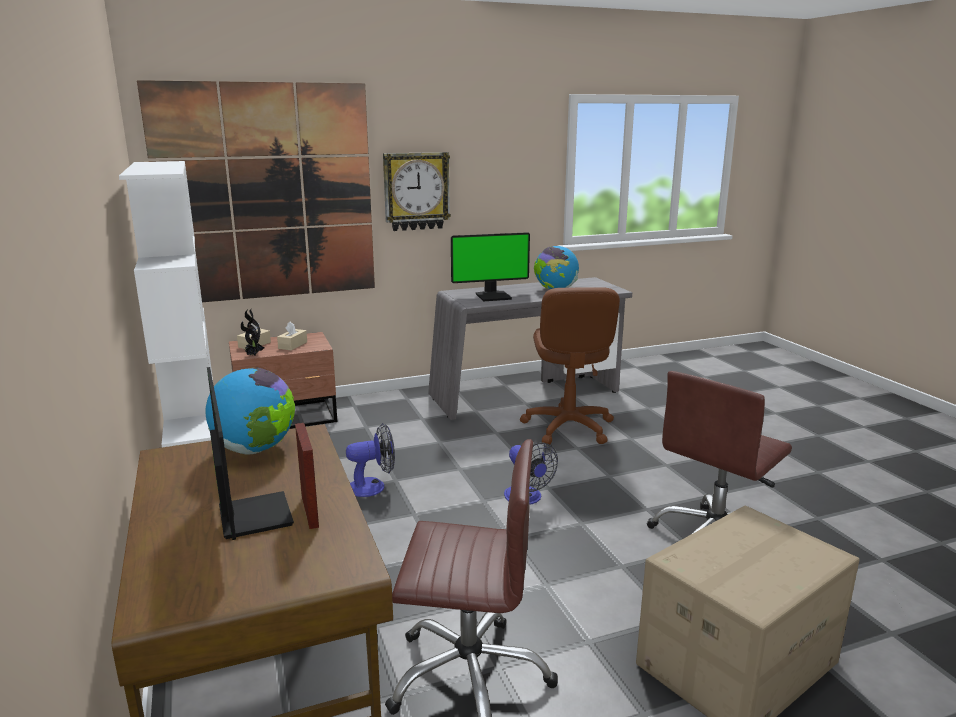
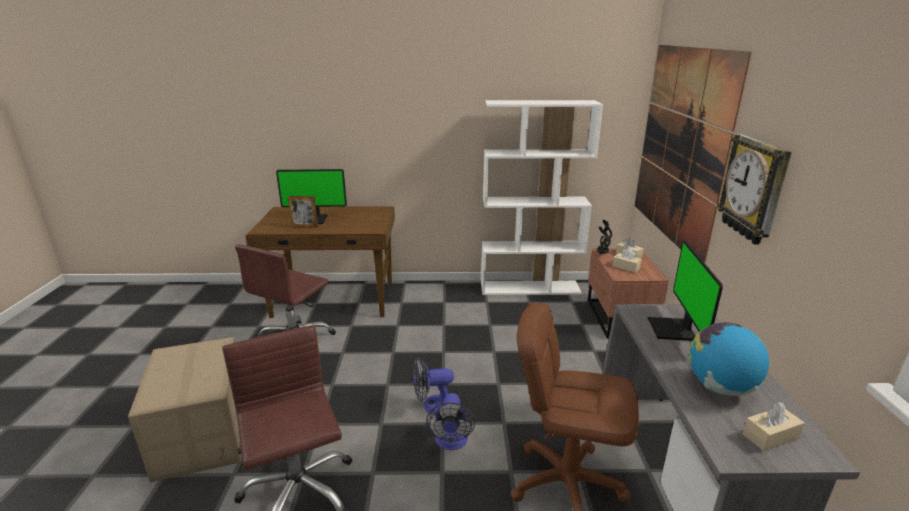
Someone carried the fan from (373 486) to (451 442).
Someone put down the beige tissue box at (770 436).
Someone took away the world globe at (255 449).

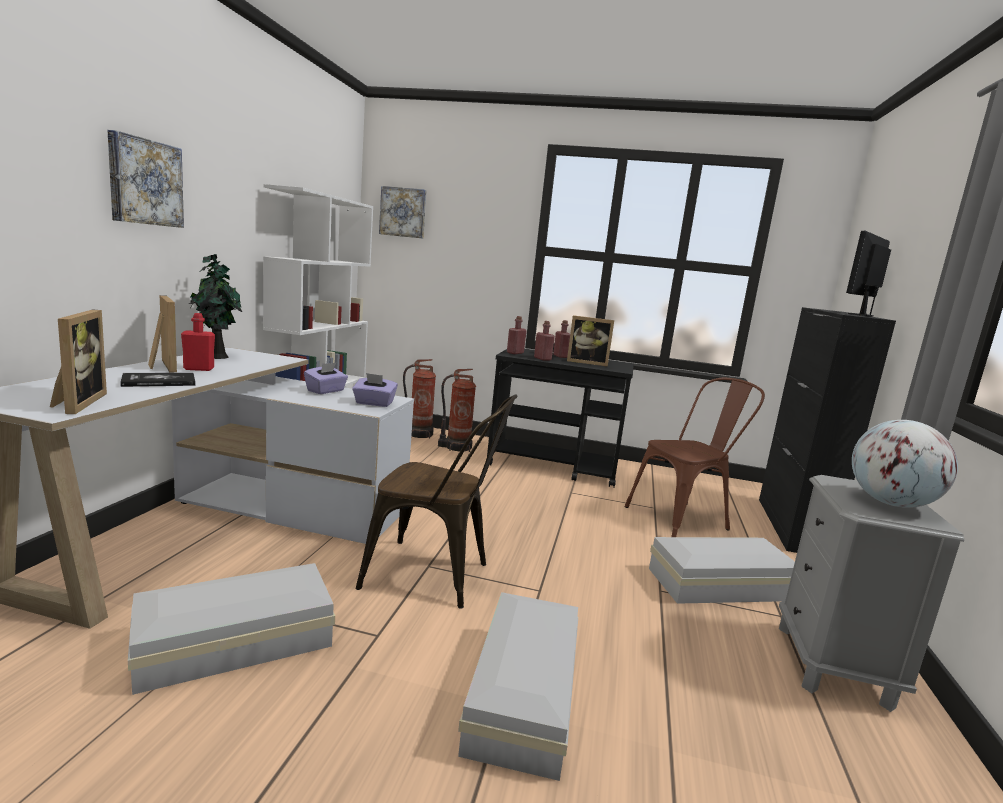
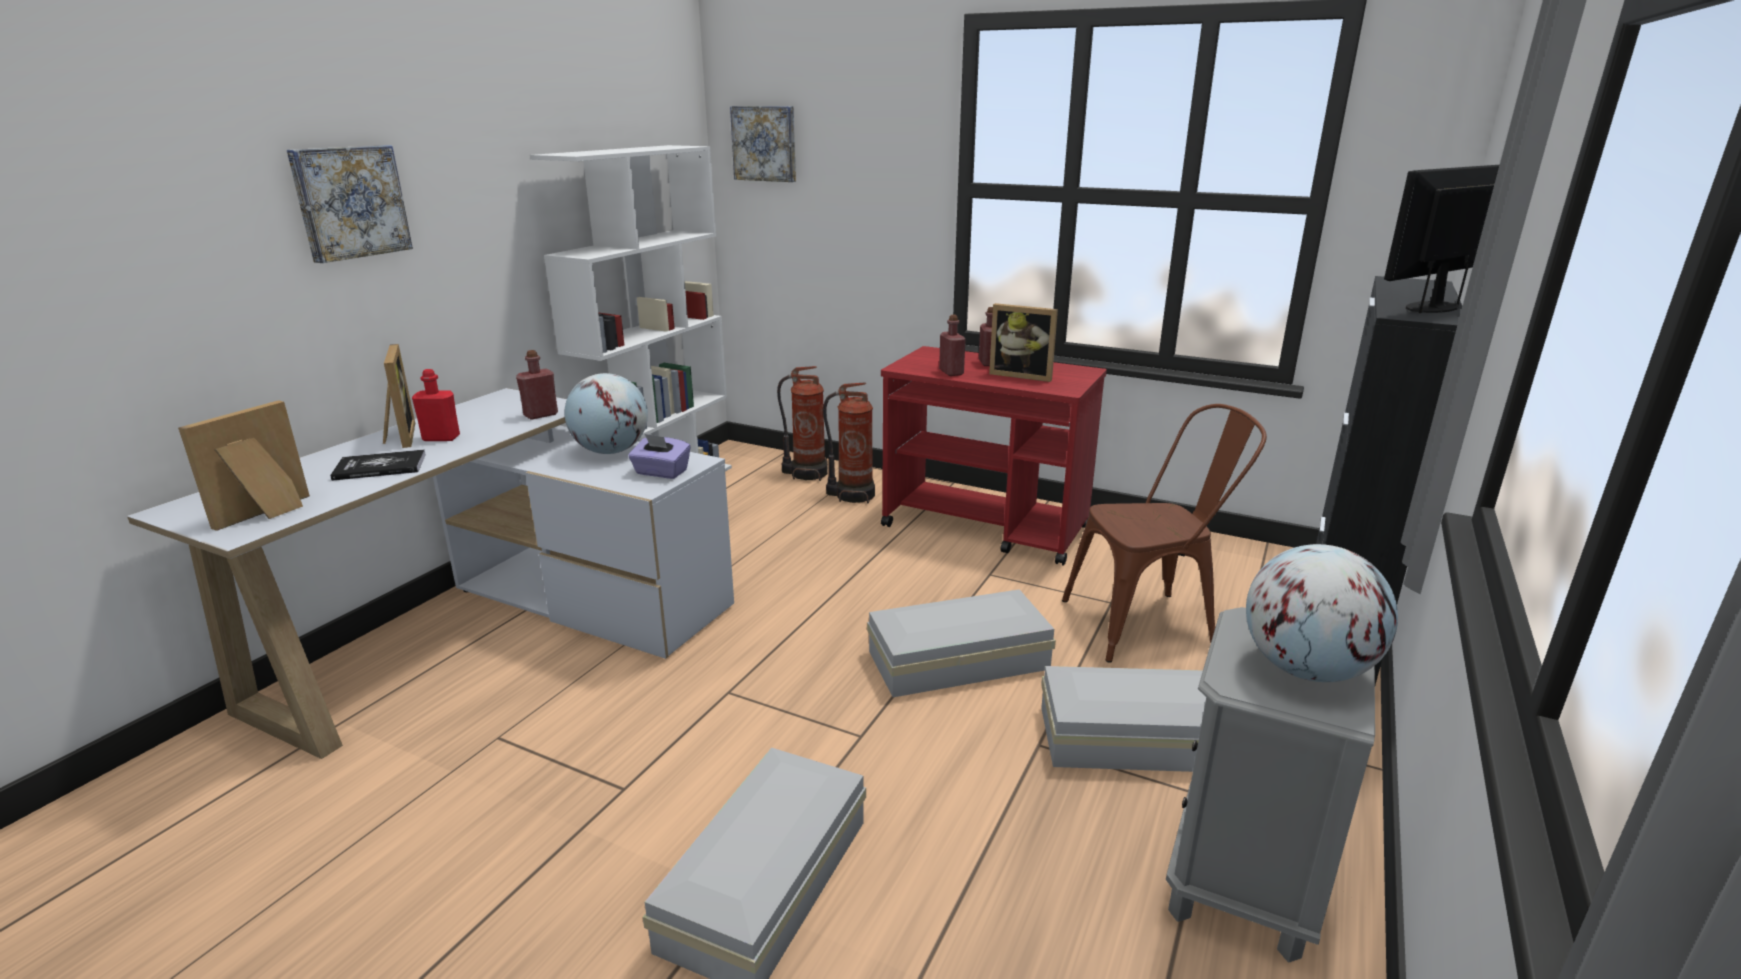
Someone rotated the picture frame at (76 403) by 150 degrees counterclockwise.
Someone carried the red-coloured drink bottle from (515 353) to (541 415).
Someone swapped the purple tissue box at (326 391) for the world globe at (611 451).
Someone carried the white-coloured storage bin from (231 641) to (955 659).
Someone repainted the black-coloured trolley at (554 466), which became the red-coloured trolley at (987 527).
Someone took away the plant in a pot at (215 356).
Someone took away the brown-coloured plain chair at (436 576).

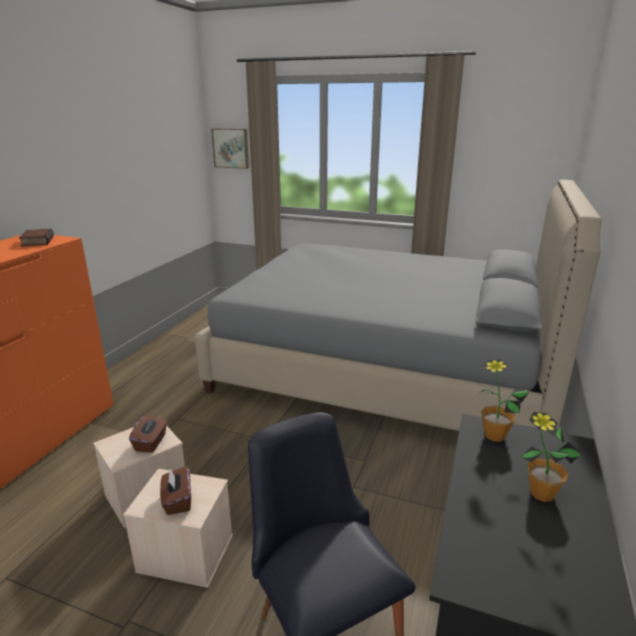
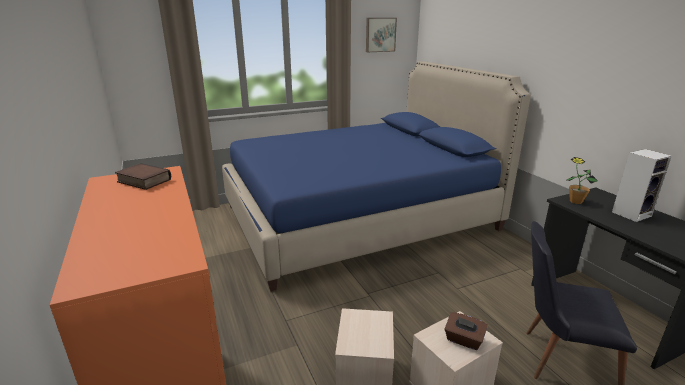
Someone repainted the gray bed at (385 367), which became the blue-coloured bed at (358 217).
Someone carried the wall picture from (231 148) to (380 34).
Someone swapped the plant in a pot at (541 493) for the speaker at (631 213).
Someone took away the brown-coloured tissue box at (151 443).

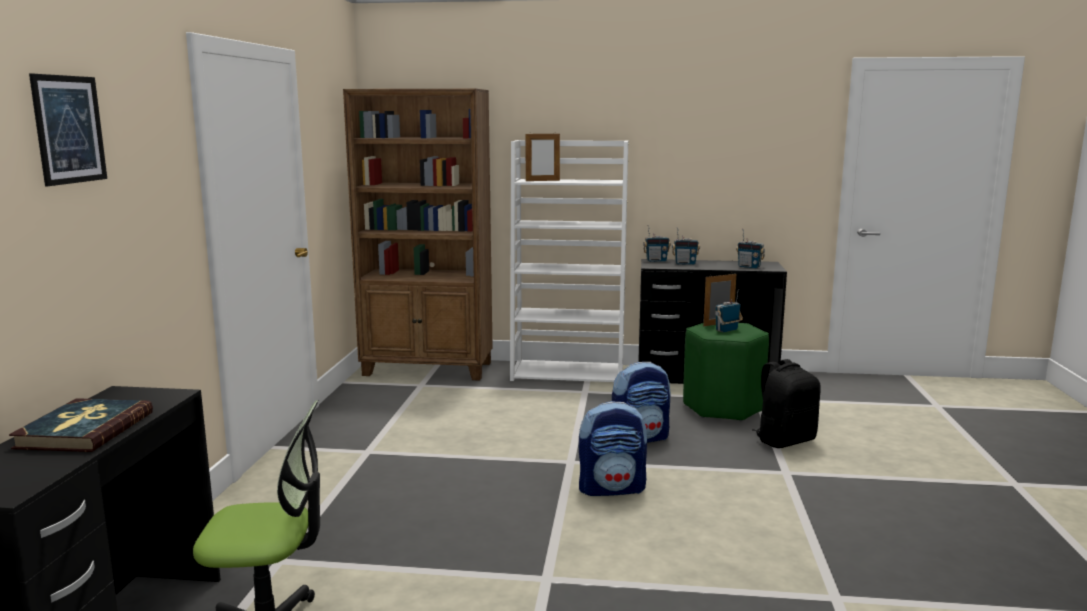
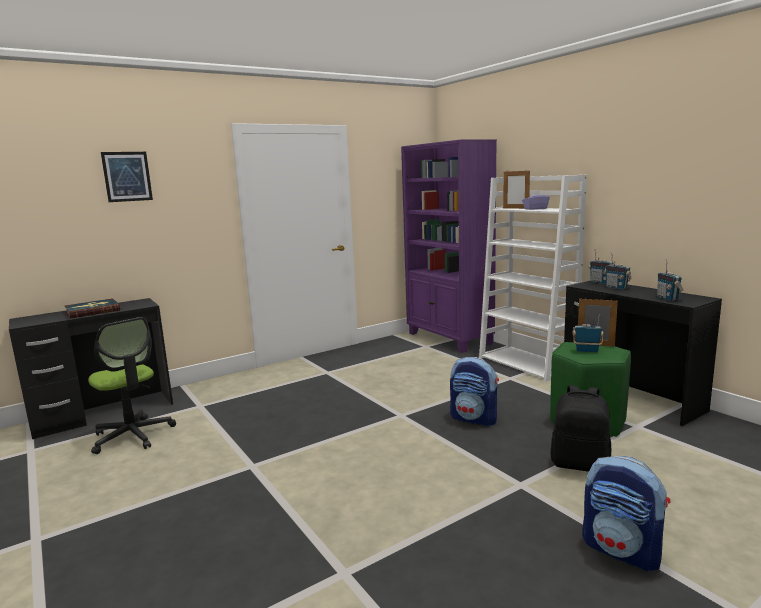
Someone repainted the brown-coloured bookcase at (428 369), which became the purple bookcase at (449 339).
Someone put down the purple tissue box at (535 209).
Someone carried the backpack from (612 488) to (622 550).

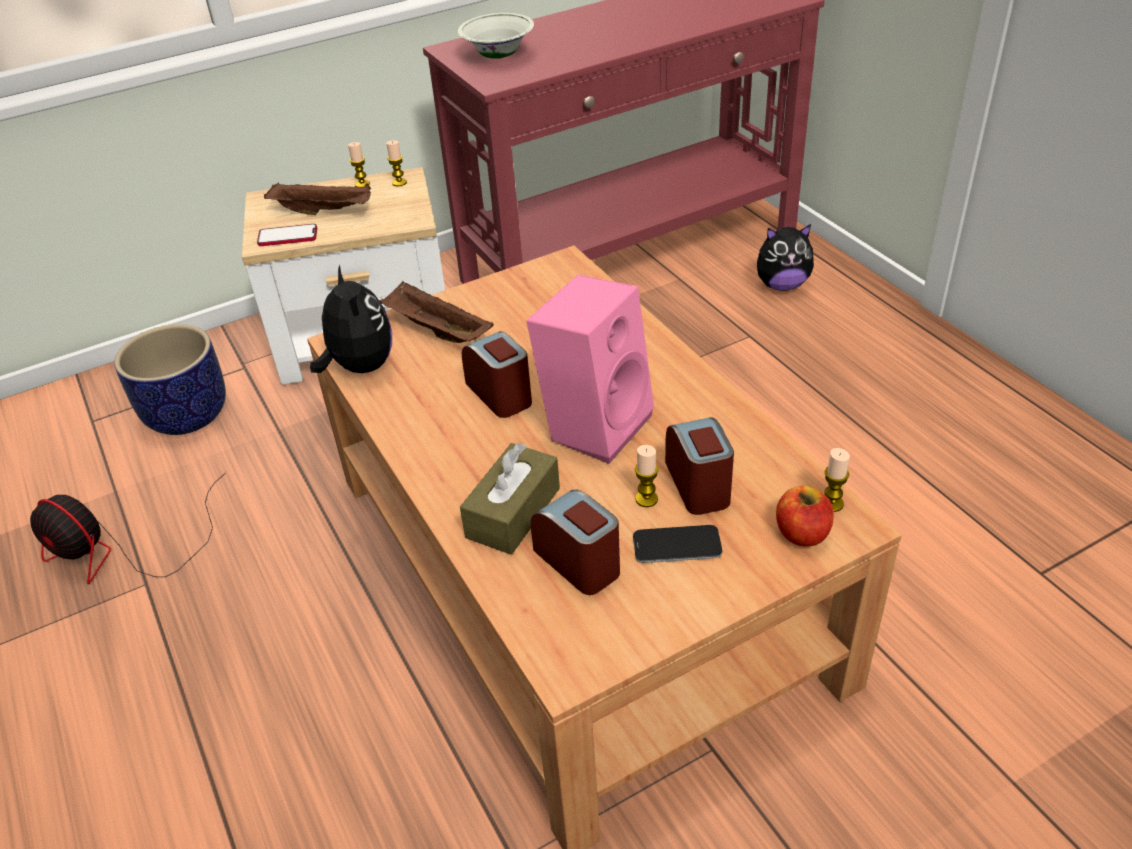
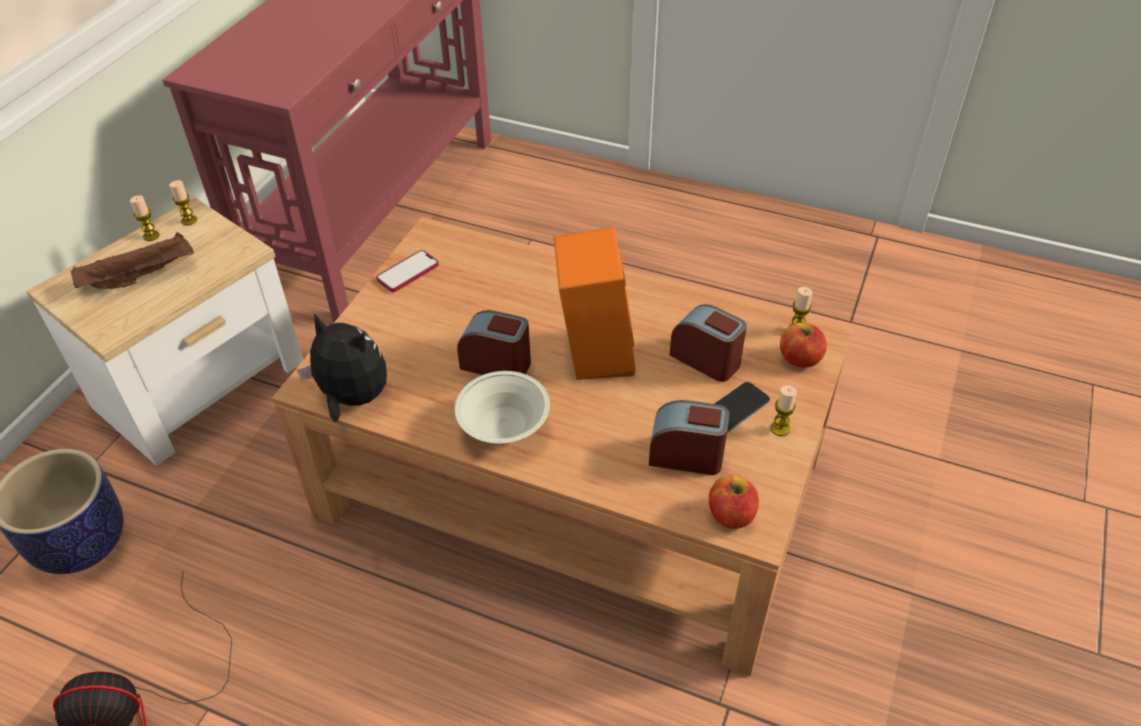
Someone carried the handset from (288 237) to (408 272).
Someone carried the white-coloured deep dish from (499 56) to (504 429).
Someone repainted the pink speaker at (595 423), which became the orange-coloured speaker at (592 351).
Someone put down the apple at (731 515).
Someone carried the candle from (646 499) to (780 428).
Someone took away the brown-coloured tray at (436 331).
Someone took away the brown-coloured tissue box at (513 512).
Someone took away the cuddly toy at (782 285).

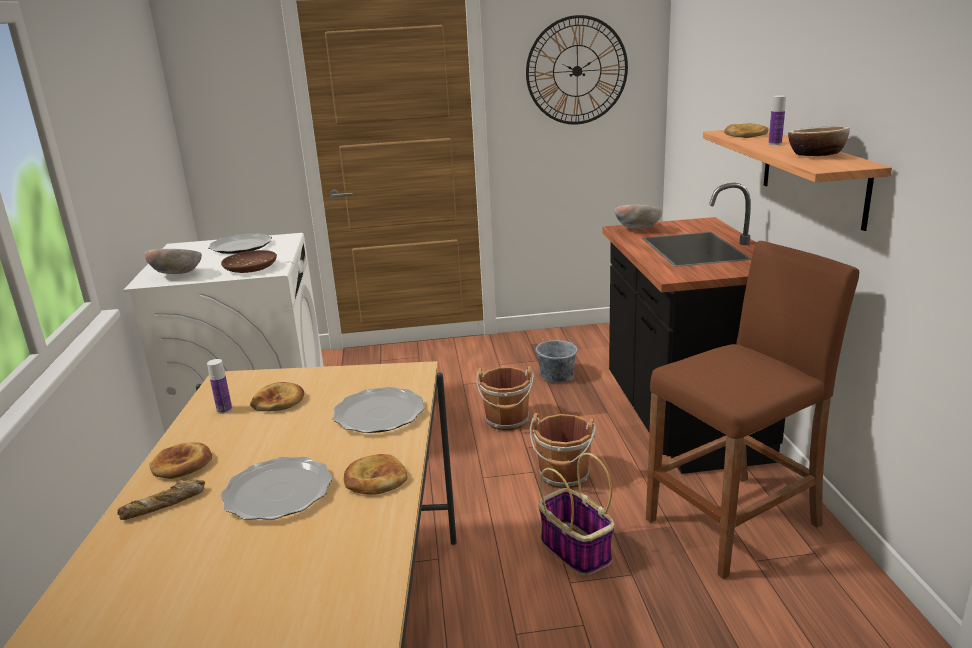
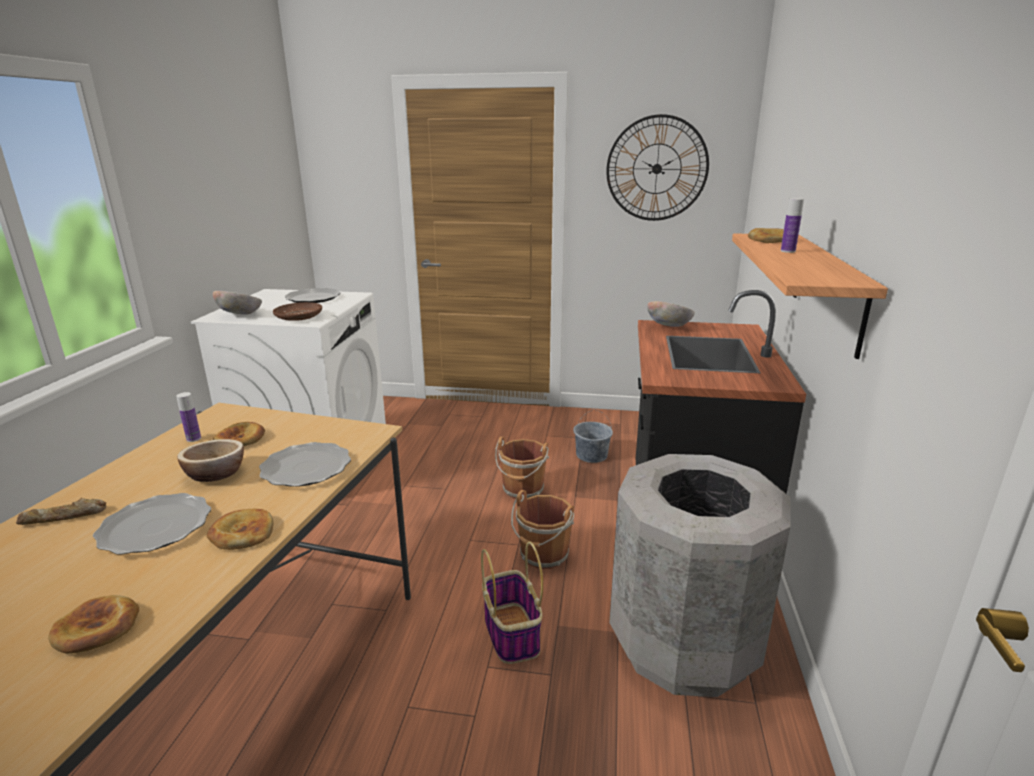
Someone carried the bread from (182 464) to (97 628).
Someone carried the deep dish from (816 155) to (215 474).
Someone swapped the brown-coloured stool at (734 523) for the gray rubbish bin at (684 645).

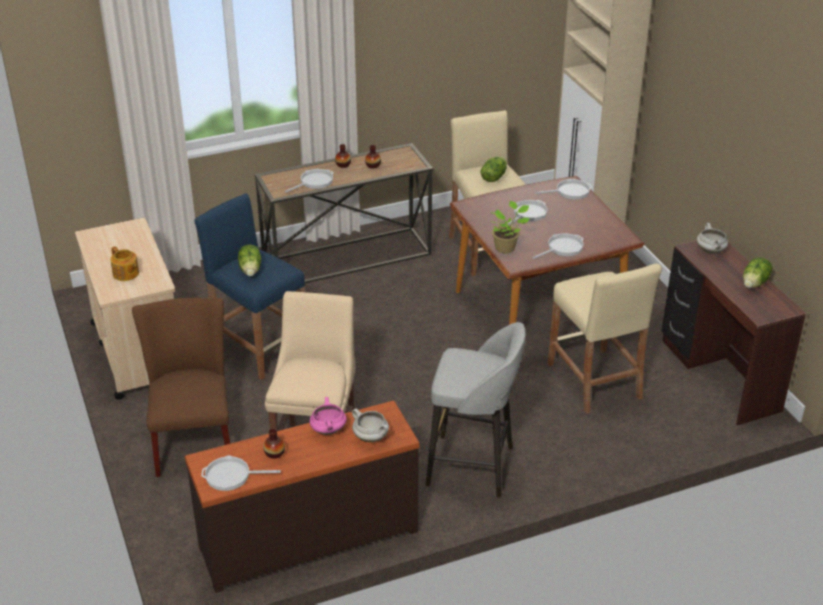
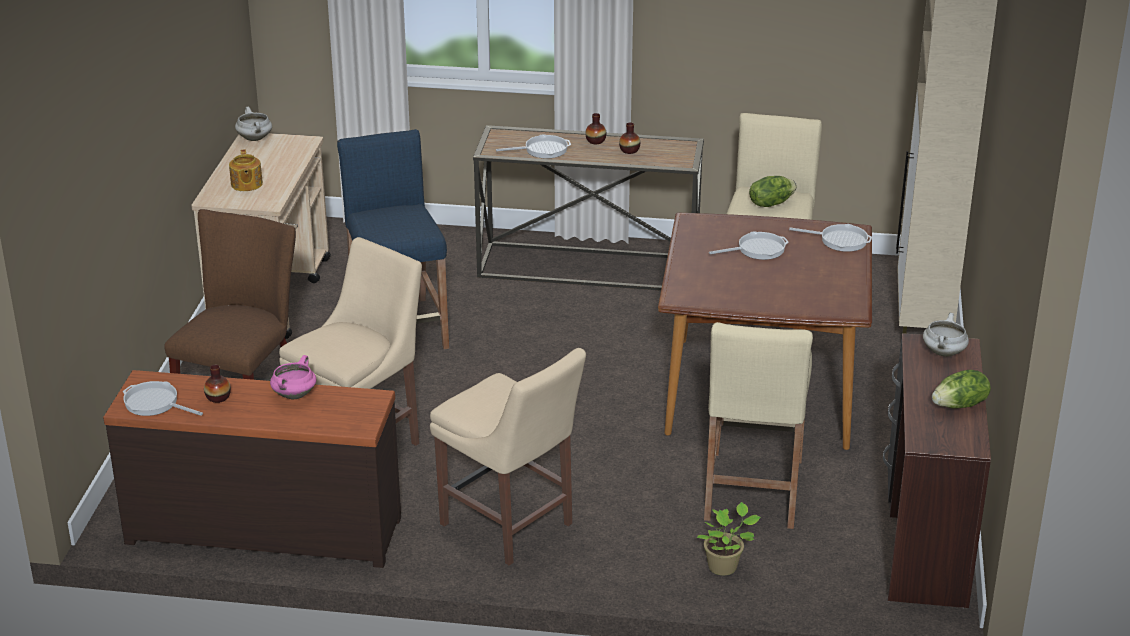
Someone carried the white-coloured cooking pot from (371 437) to (255 139).
Someone swapped the gray stool at (473 467) for the beige plain chair at (510 527).
Someone carried the plant in a pot from (506 248) to (725 567).
Someone took away the head of lettuce at (251 270).
Someone took away the frying pan at (563 248).

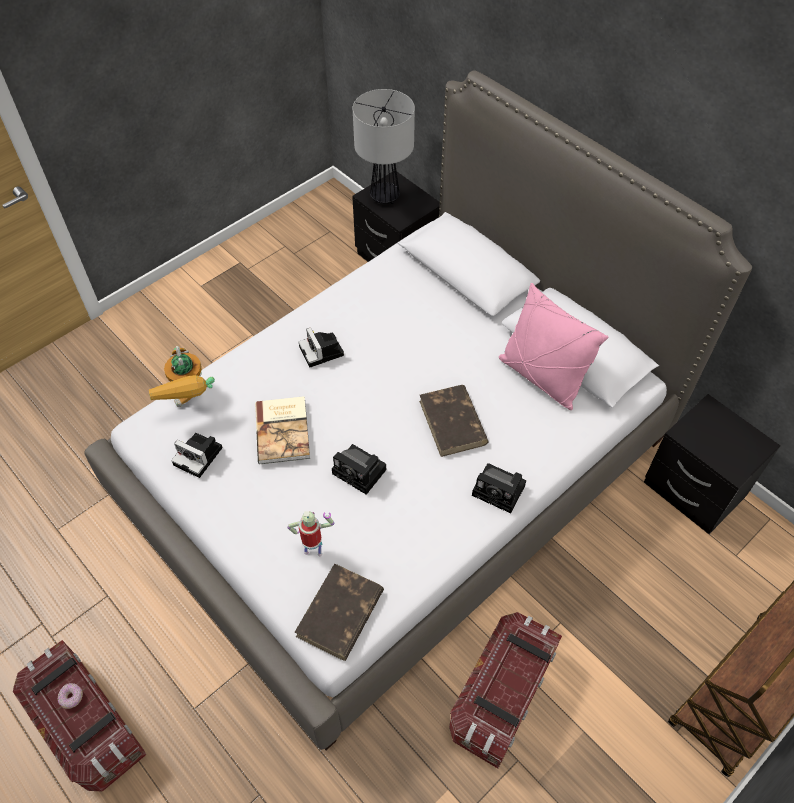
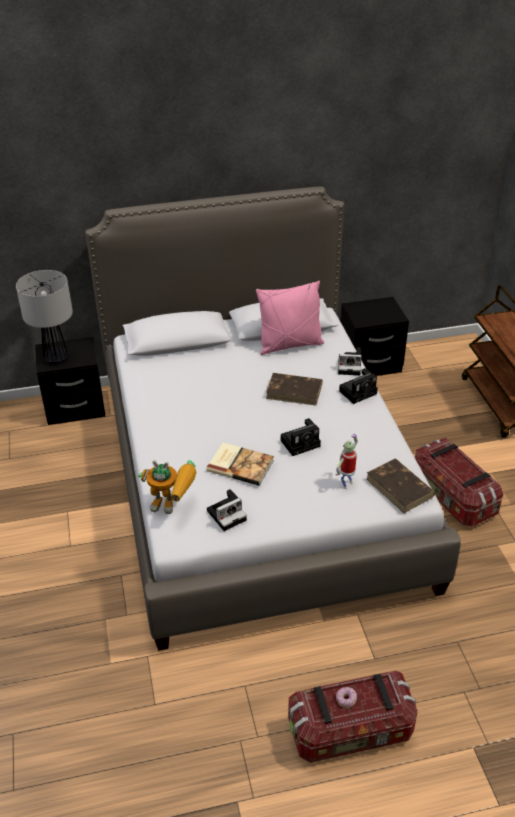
Someone carried the photo camera from (322 352) to (350 366).

